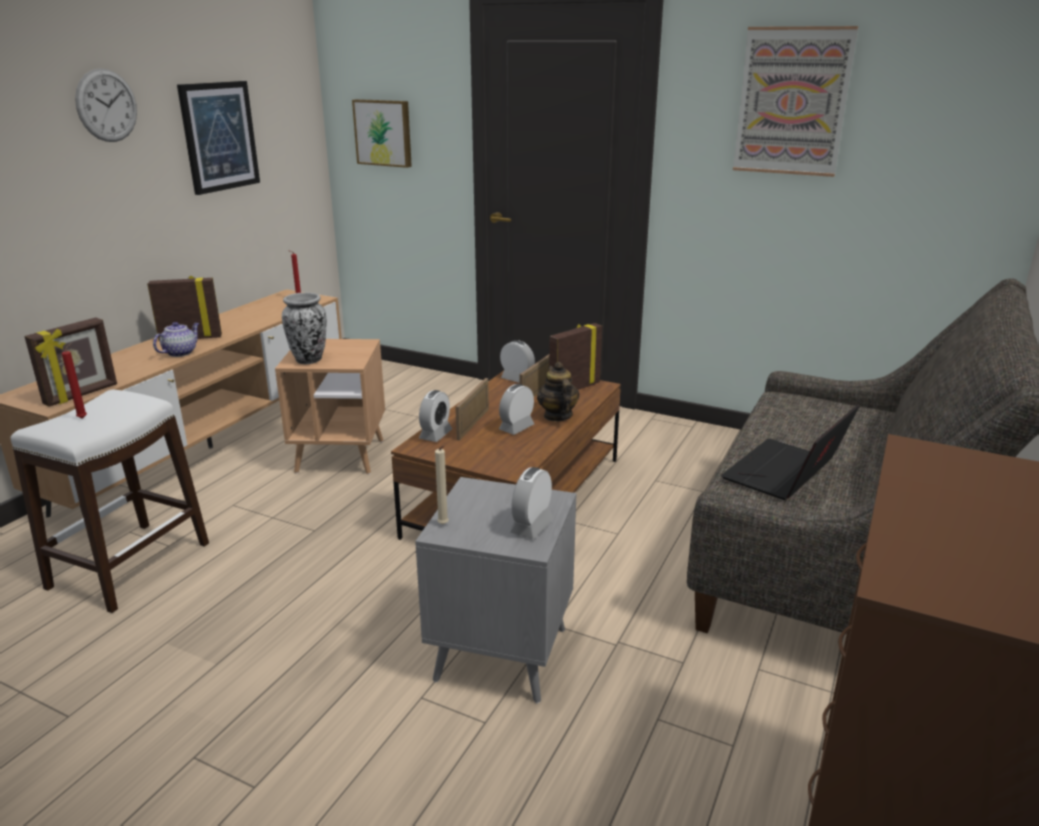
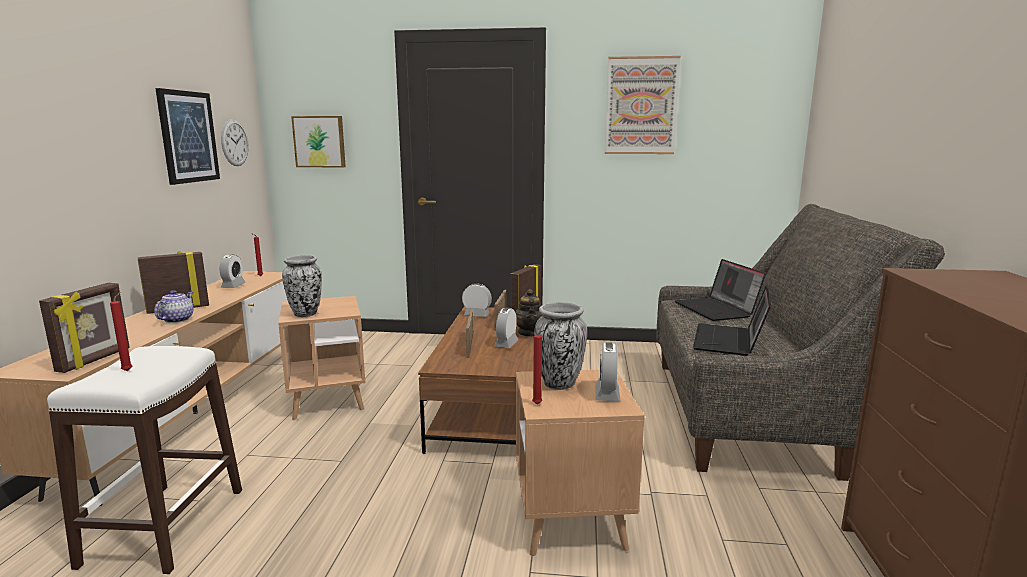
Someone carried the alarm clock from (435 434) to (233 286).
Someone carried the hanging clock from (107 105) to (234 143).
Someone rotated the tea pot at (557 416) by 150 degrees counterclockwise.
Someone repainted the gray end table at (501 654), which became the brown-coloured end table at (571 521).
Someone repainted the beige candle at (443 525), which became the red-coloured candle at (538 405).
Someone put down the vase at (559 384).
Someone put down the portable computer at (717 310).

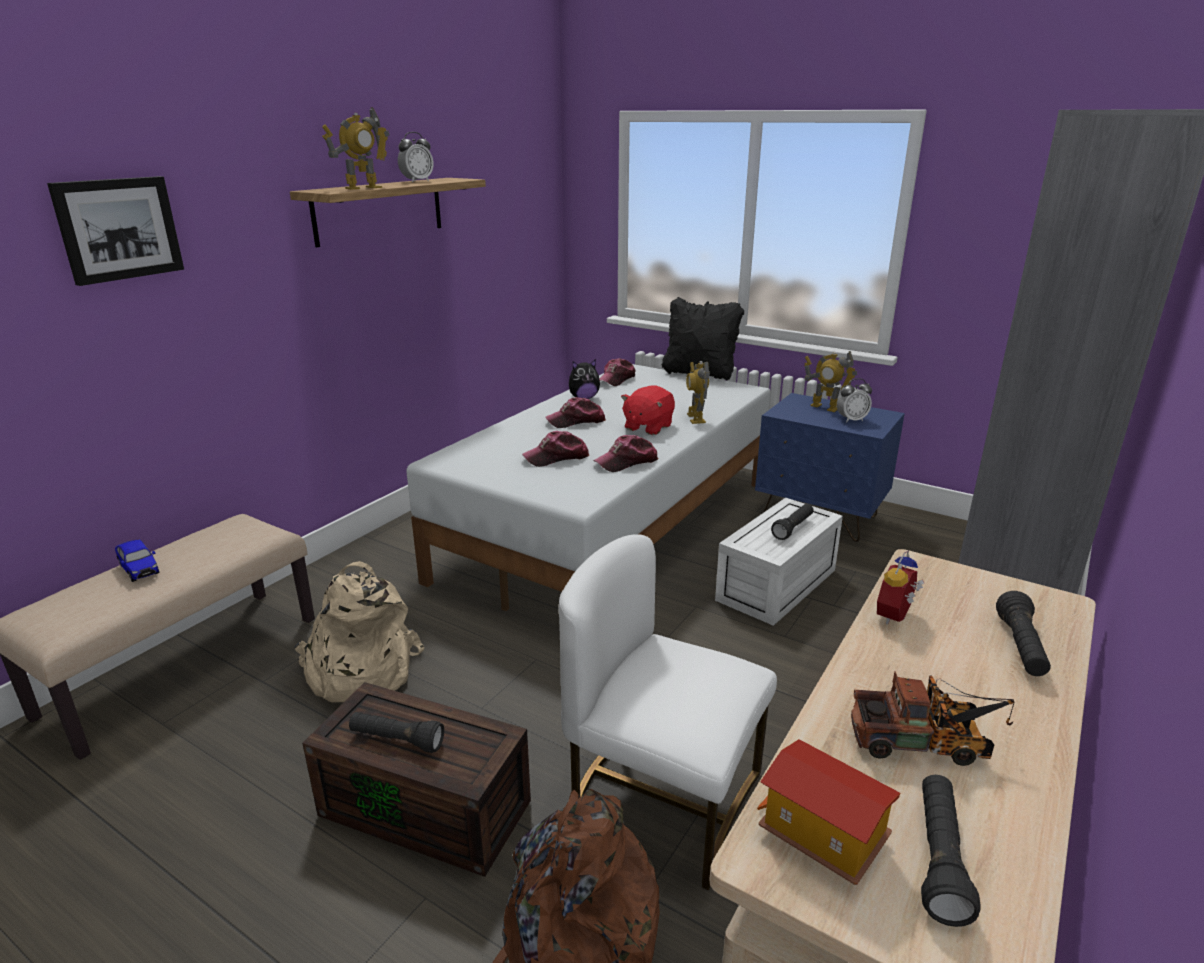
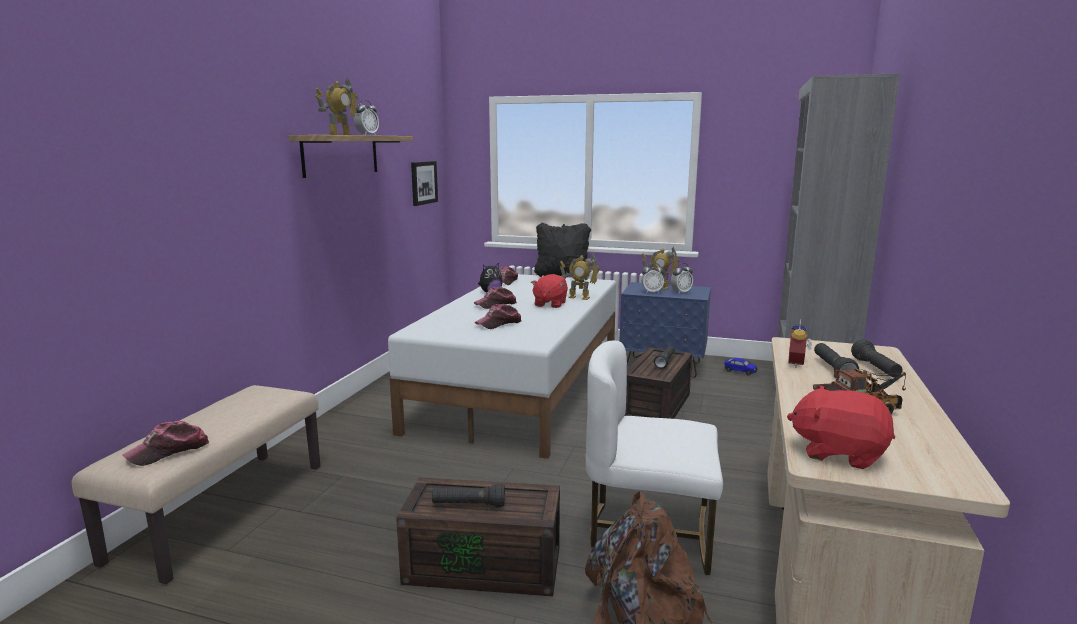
Someone carried the peaked cap from (626 462) to (169 451).
Someone carried the wall picture from (118 229) to (423 182).
Someone rotated the model robot at (695 418) by 45 degrees counterclockwise.
Someone repainted the white-coloured storage bin at (777 586), which became the brown-coloured storage bin at (657 407).
Someone put down the alarm clock at (652 292).
Someone carried the miniature car from (139 569) to (740 371).
Someone swapped the model house at (820 837) for the red-coloured cuddly toy at (838 452).
Someone carried the black-coloured torch from (939 859) to (832 369).
Someone took away the beige backpack at (359 671).

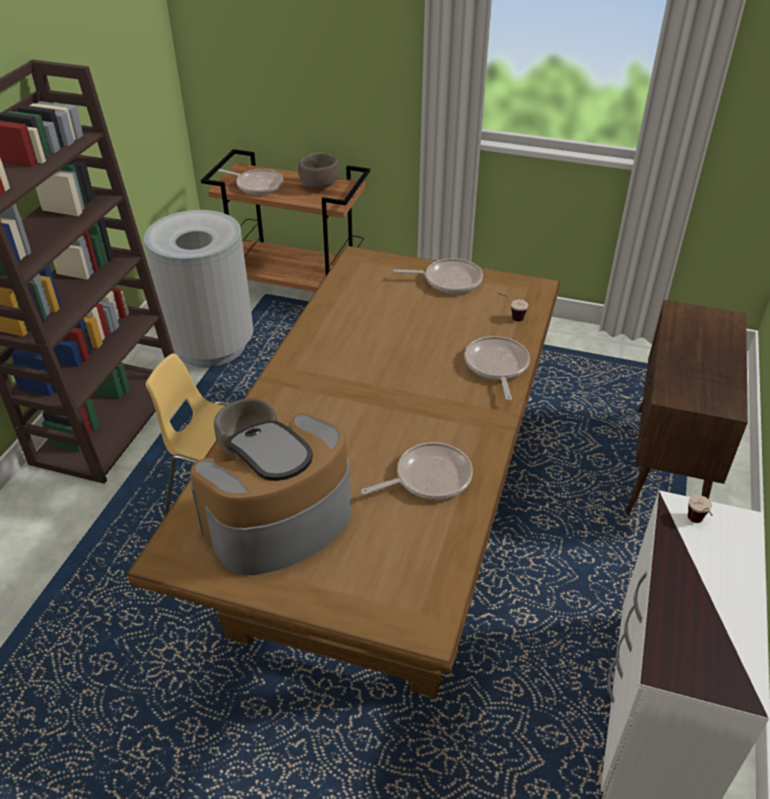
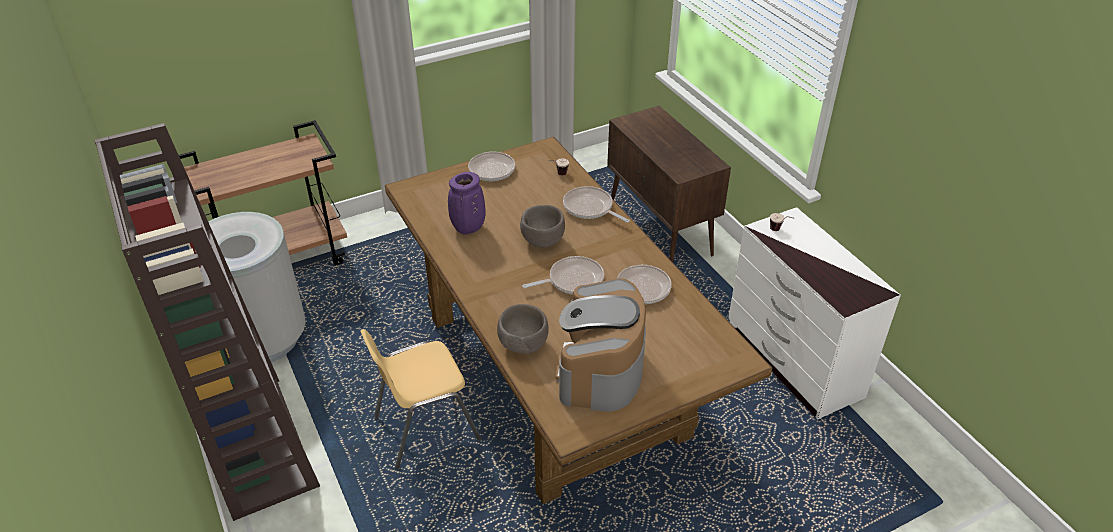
Someone put down the purple vase at (468 229).
Someone carried the brown-coloured deep dish from (319 186) to (542 240).
Someone carried the frying pan from (257 185) to (572 280).

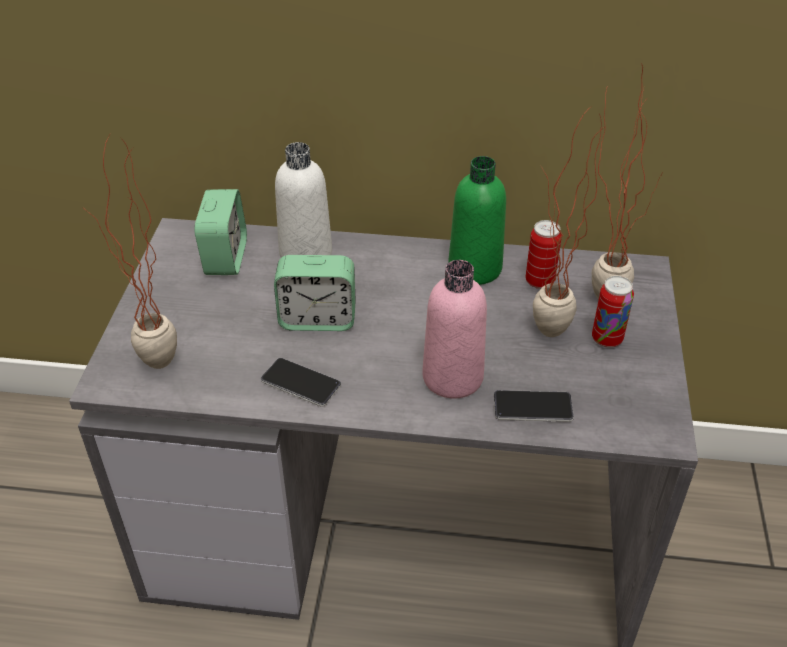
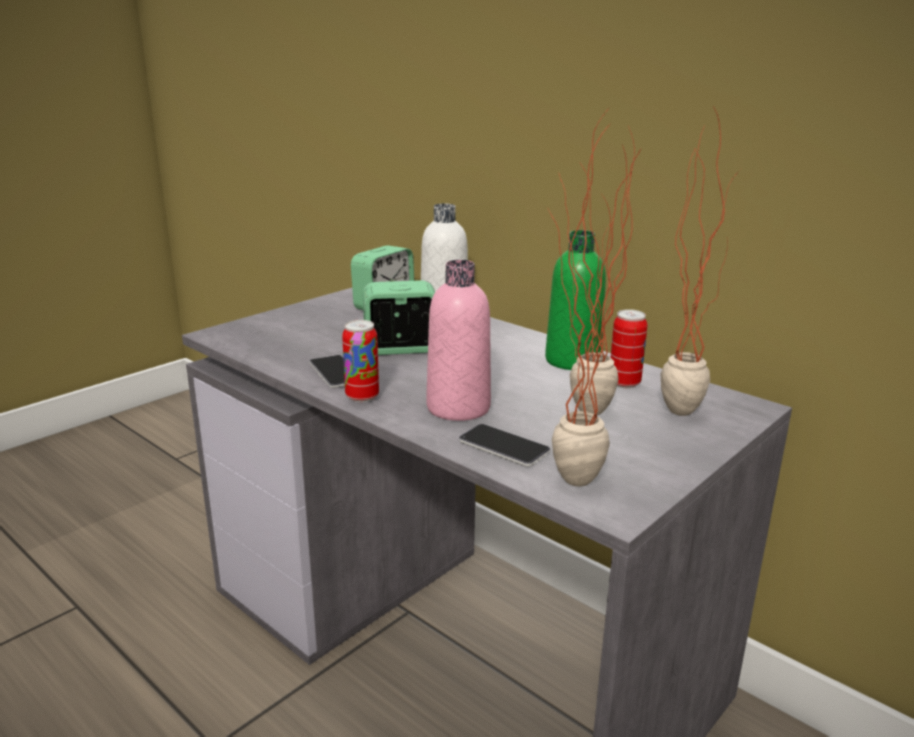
Someone carried the can from (606 339) to (362 396).
Someone rotated the alarm clock at (317 319) by 135 degrees clockwise.
Someone carried the plant in a pot from (158 372) to (569 489).

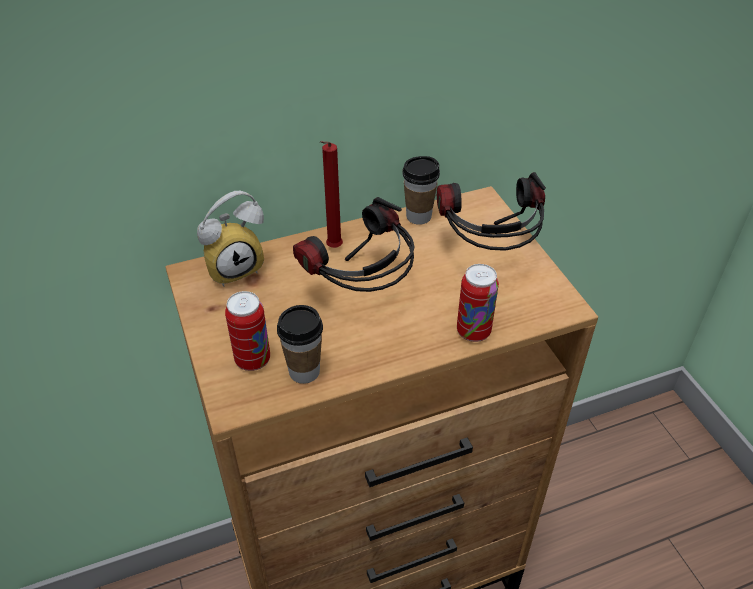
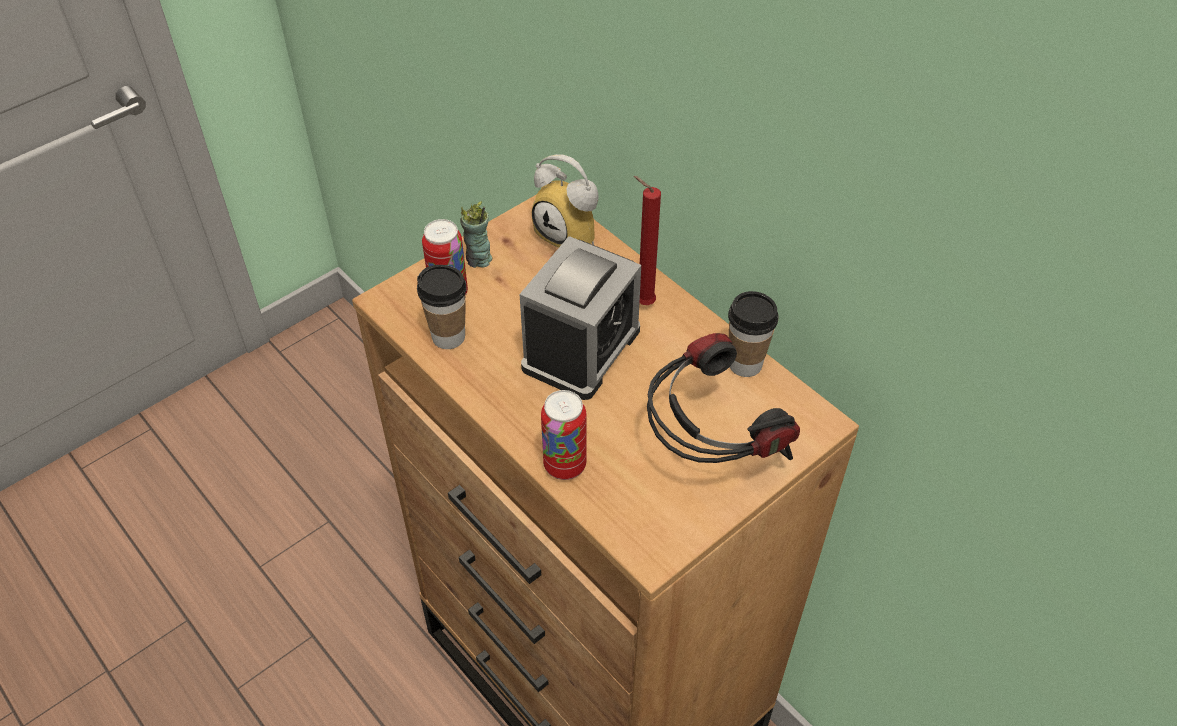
Someone put down the small cup at (478 259).
Someone swapped the headphones at (361 293) for the alarm clock at (581 349).

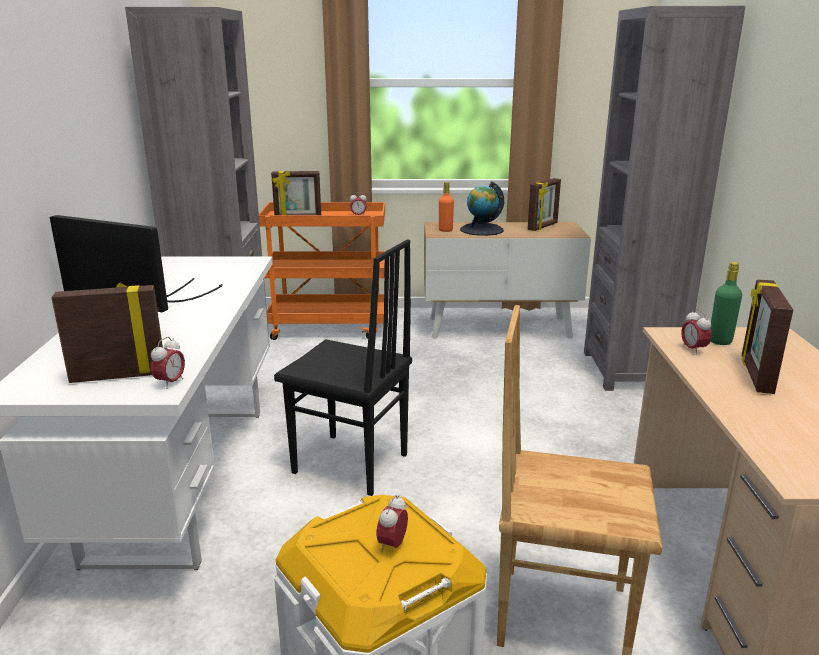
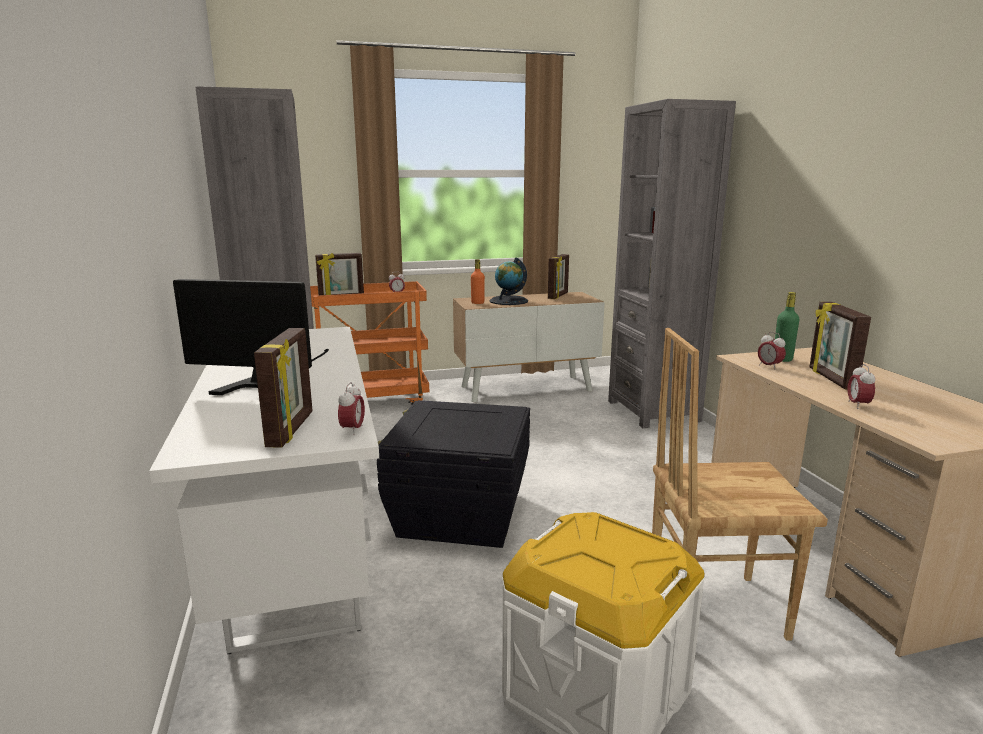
Someone rotated the picture frame at (118 375) by 120 degrees clockwise.
Someone swapped the black-coloured plain chair at (350 465) for the black-coloured storage bin at (459 515).
Someone carried the alarm clock from (392 545) to (857 405).

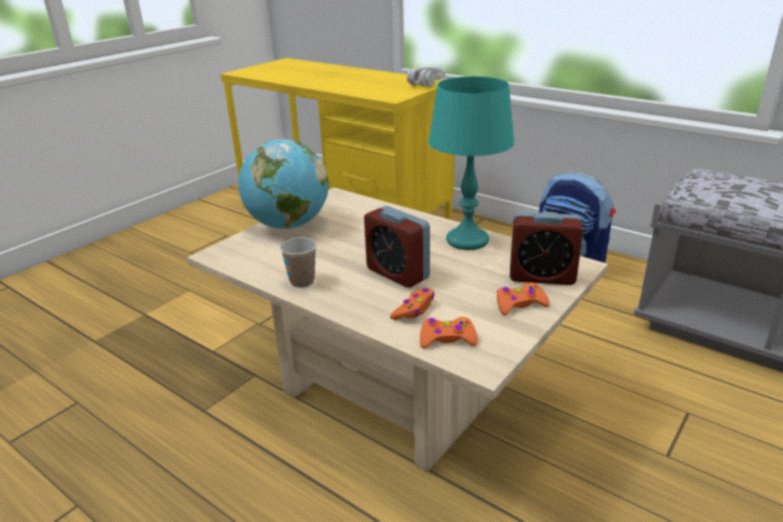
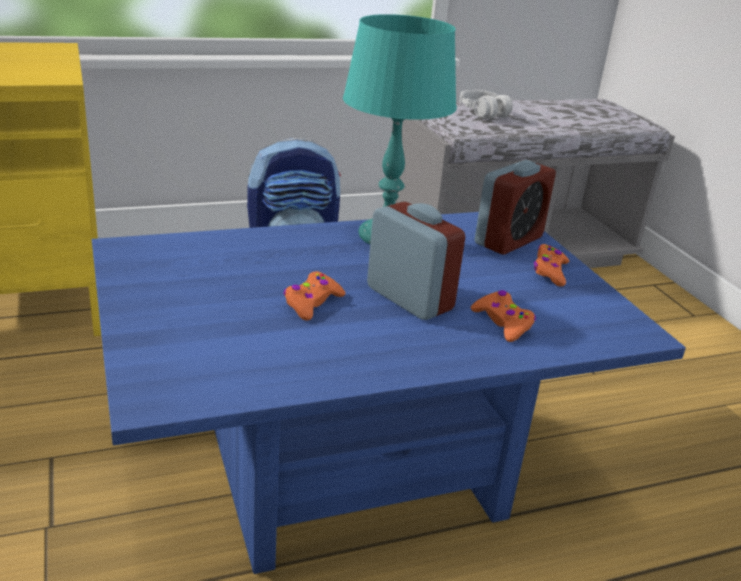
Someone repainted the beige coffee table at (395 388), which became the blue-coloured coffee table at (353 471).
Someone carried the orange-coloured joypad from (447 339) to (312 303).
Someone rotated the alarm clock at (397 273) by 120 degrees counterclockwise.
Someone carried the gray headphones from (426 83) to (484 113).
Someone took away the world globe at (288 225).
Someone took away the small cup at (302 281).

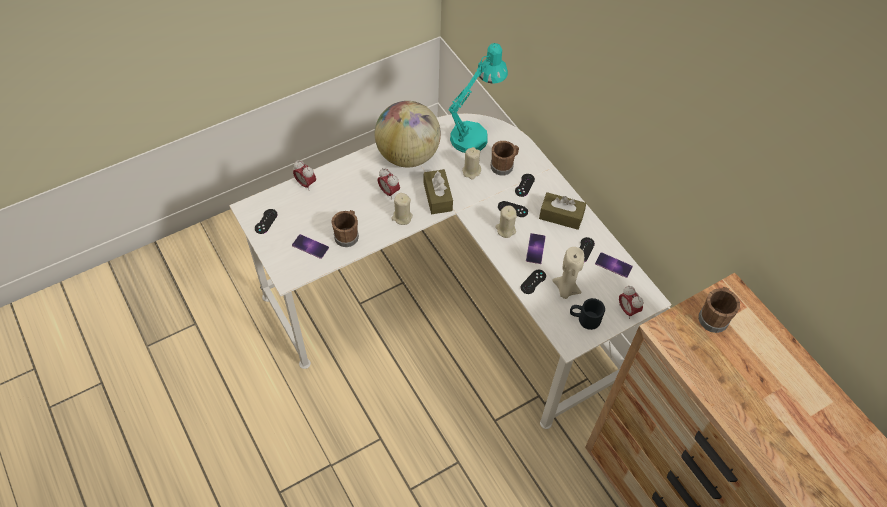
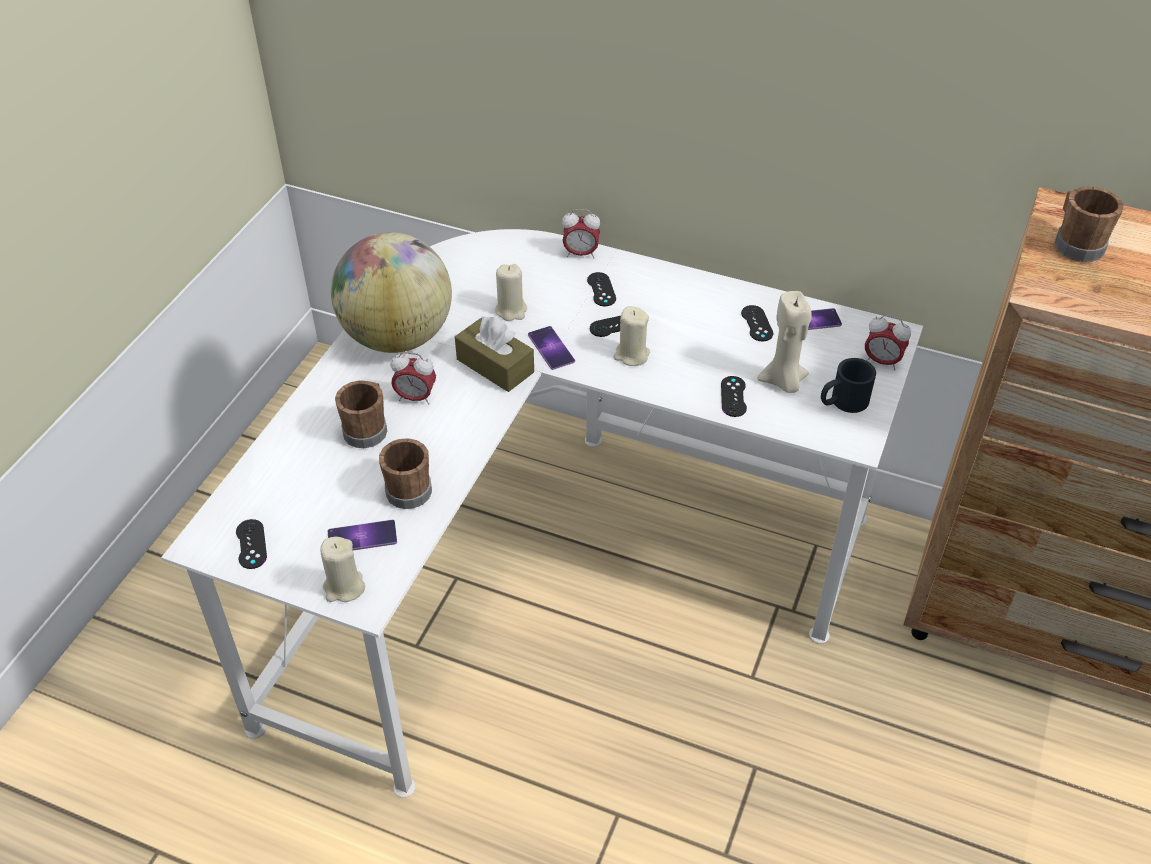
Someone carried the beige candle from (402 217) to (344 587).
Someone carried the brown-coloured coffee mug from (504 165) to (367 429).
Someone carried the handset from (535 248) to (551 348).
Someone carried the alarm clock from (306 184) to (581 254).
Someone took away the turquoise lamp for a table at (474 134).
Someone took away the brown-coloured tissue box at (561 216).

